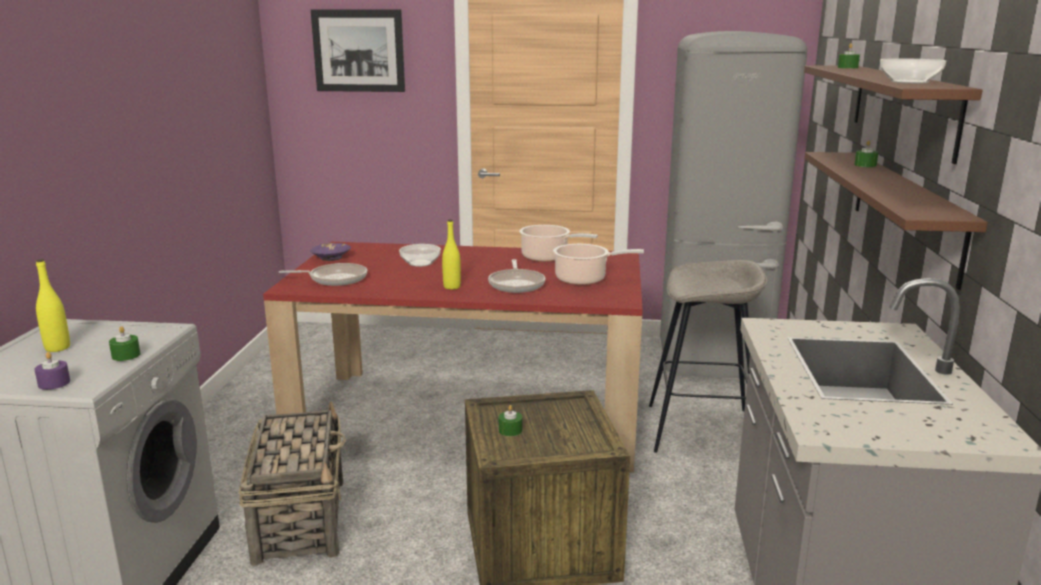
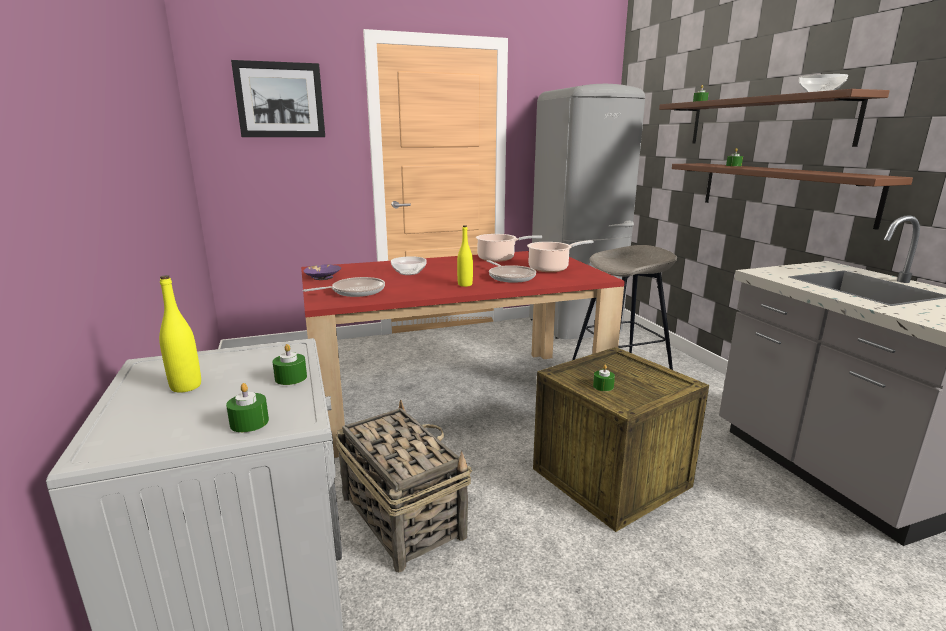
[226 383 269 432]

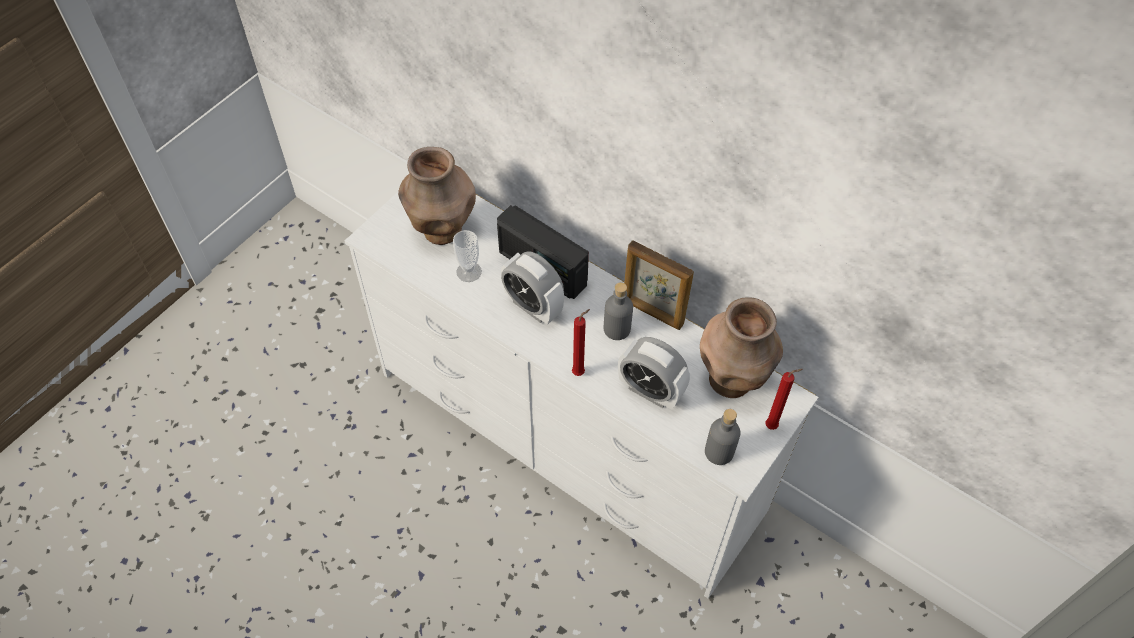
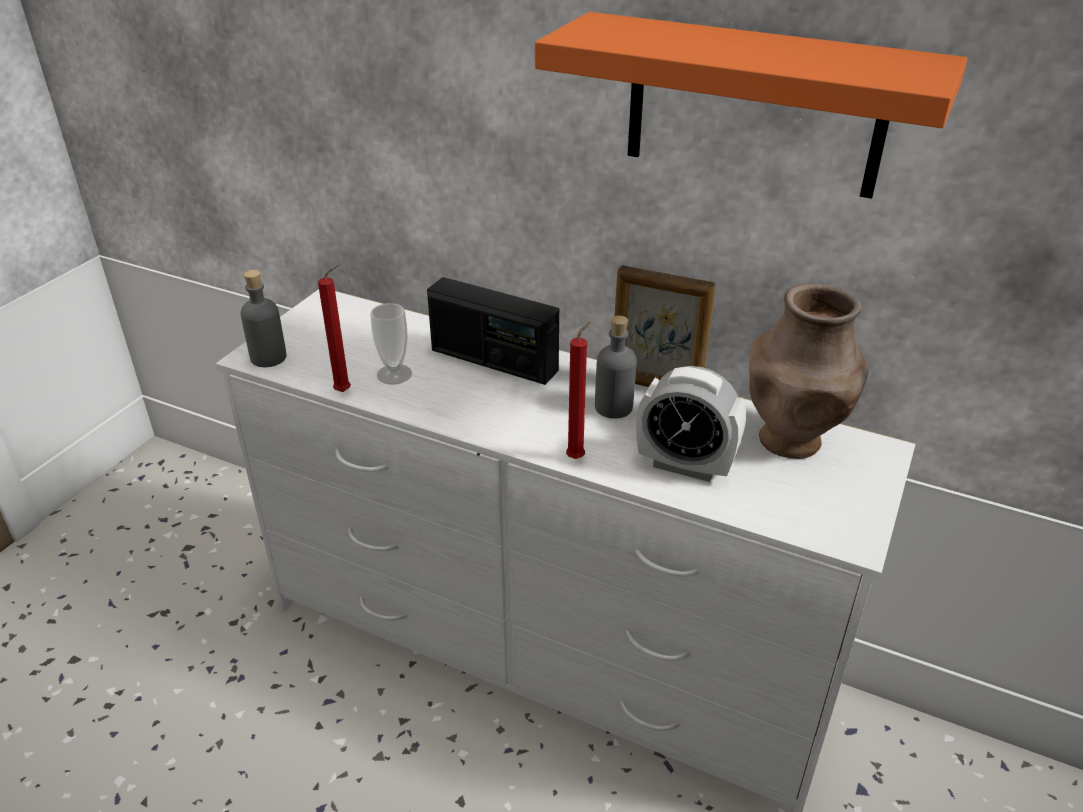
[398 147 476 245] (first image)
[501 251 564 324] (first image)
[241 270 286 367]
[318 264 351 392]
[535 12 968 199]

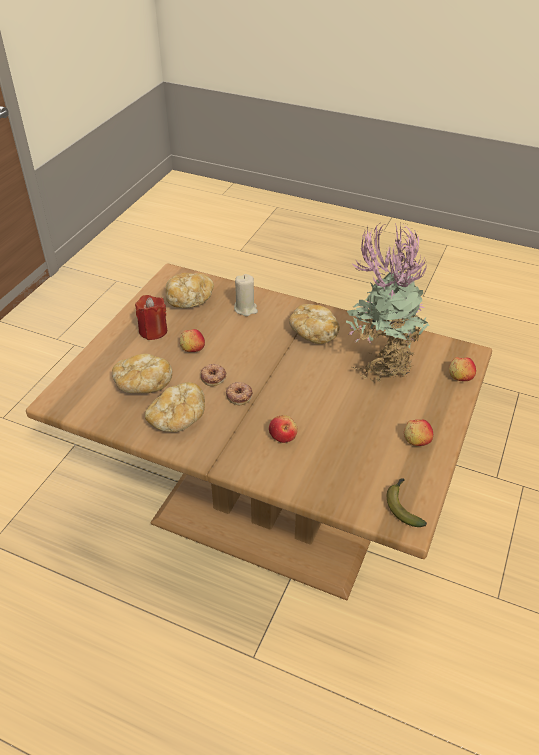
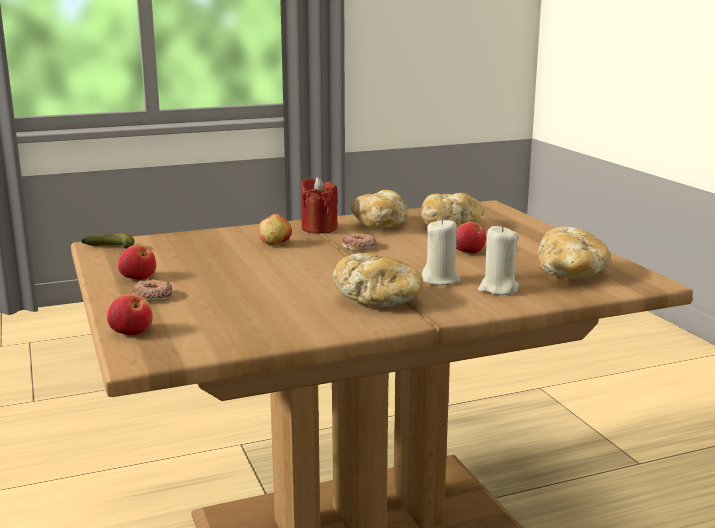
[301 177 338 234]
[133 279 173 302]
[346 223 430 382] (first image)
[422 218 461 285]

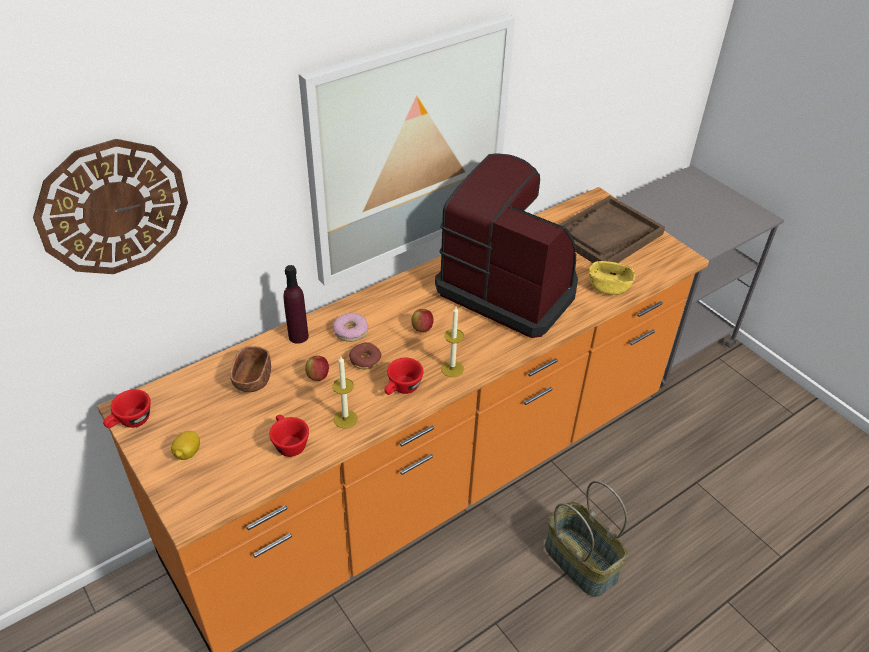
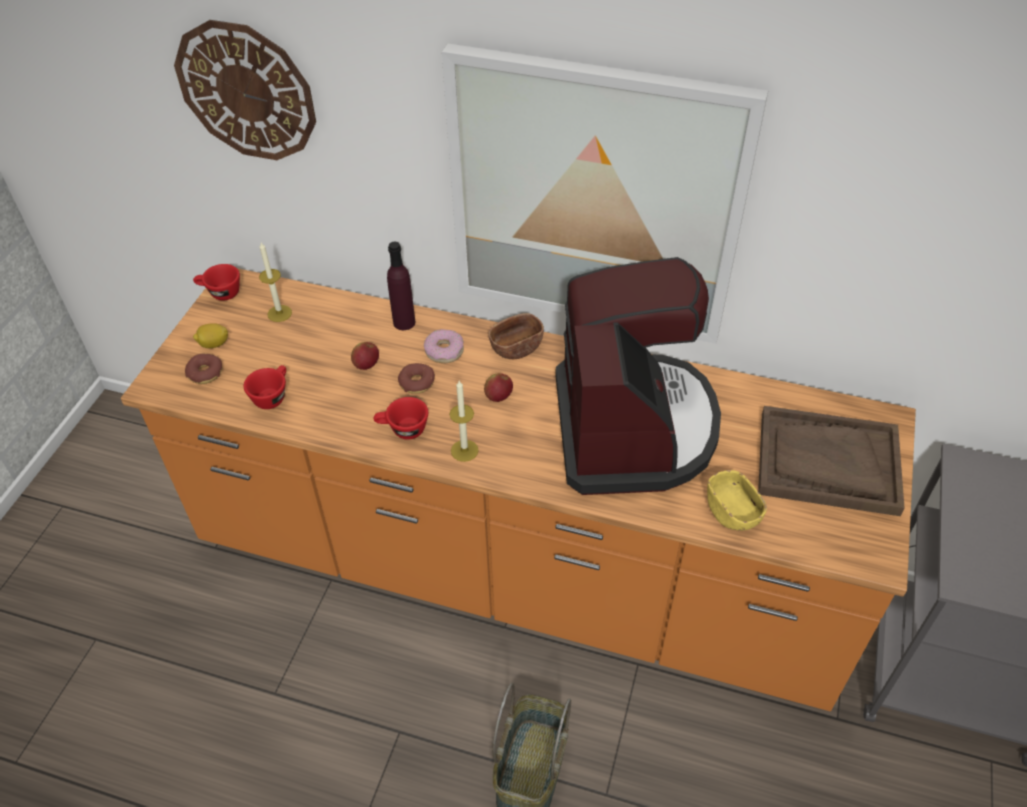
[488 313 544 359]
[259 243 292 322]
[185 354 222 384]

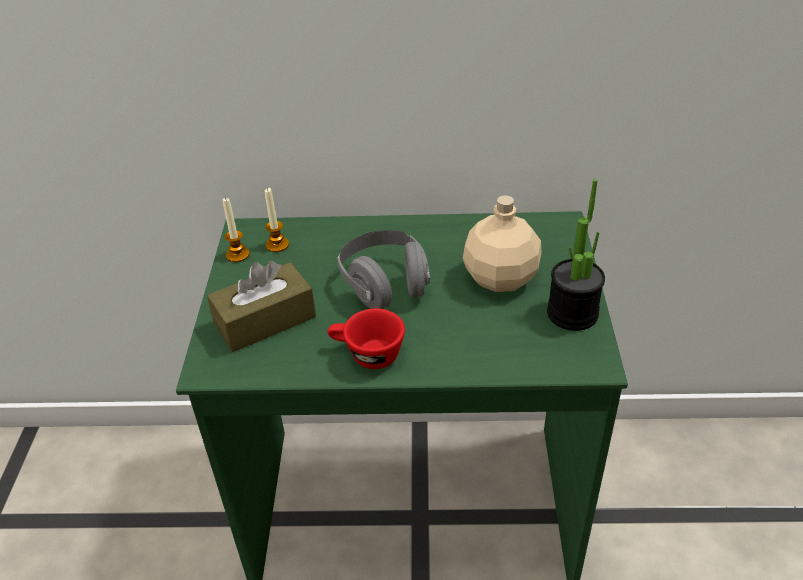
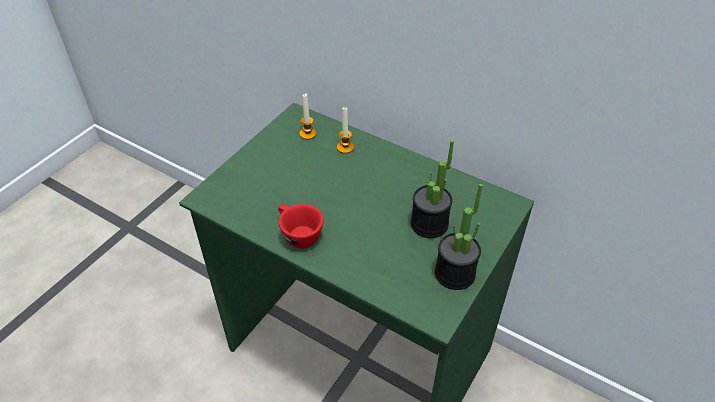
[207 260 316 352] (first image)
[337 107 354 154]
[337 230 430 309] (first image)
[411 140 454 238]

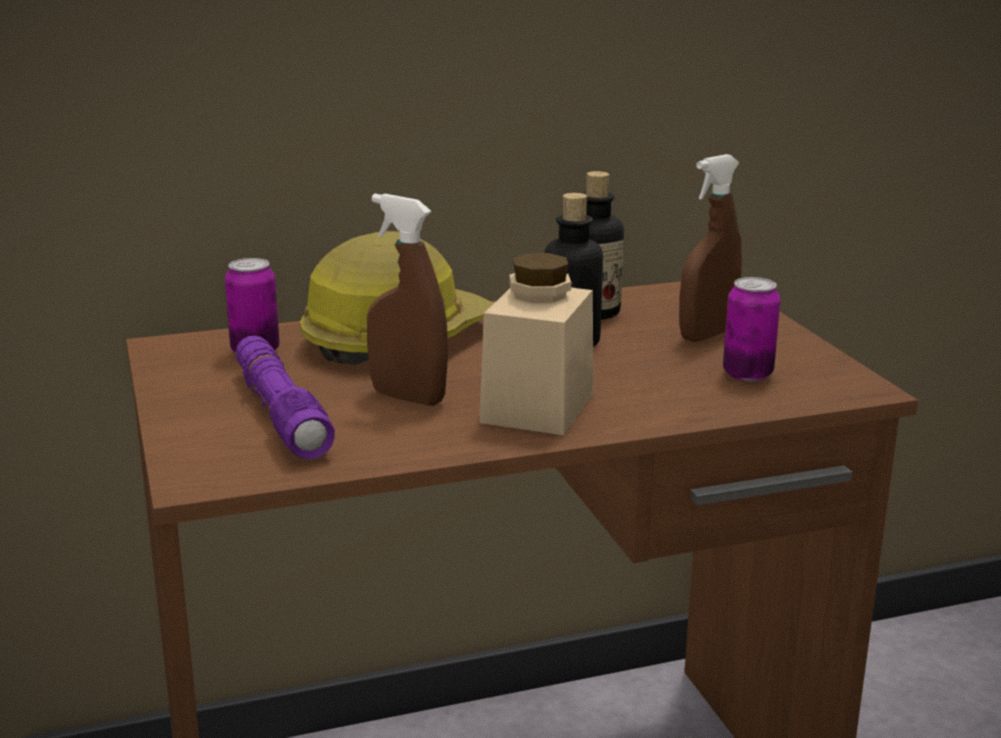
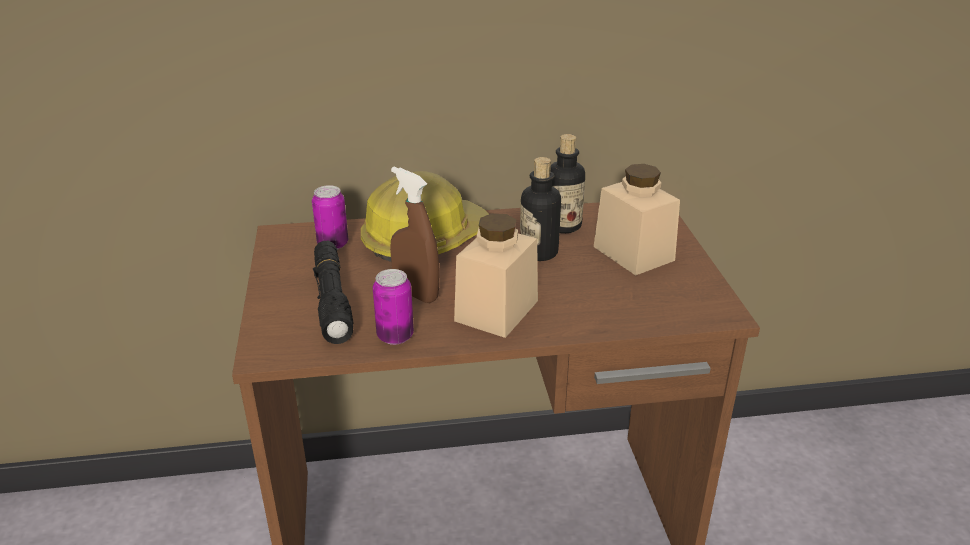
[313 241 354 344]
[594 164 680 276]
[373 269 414 345]

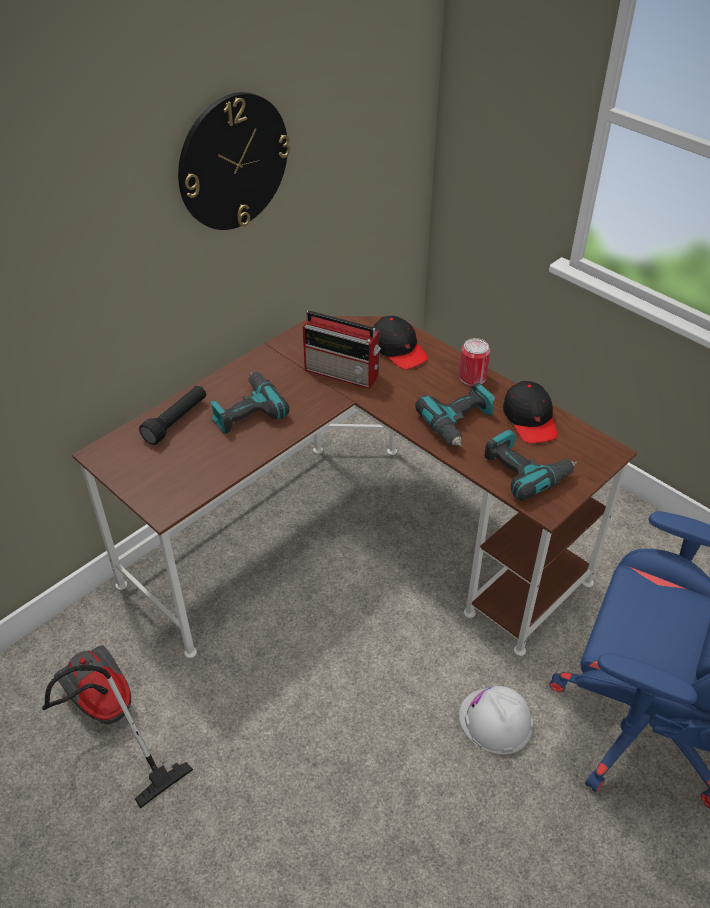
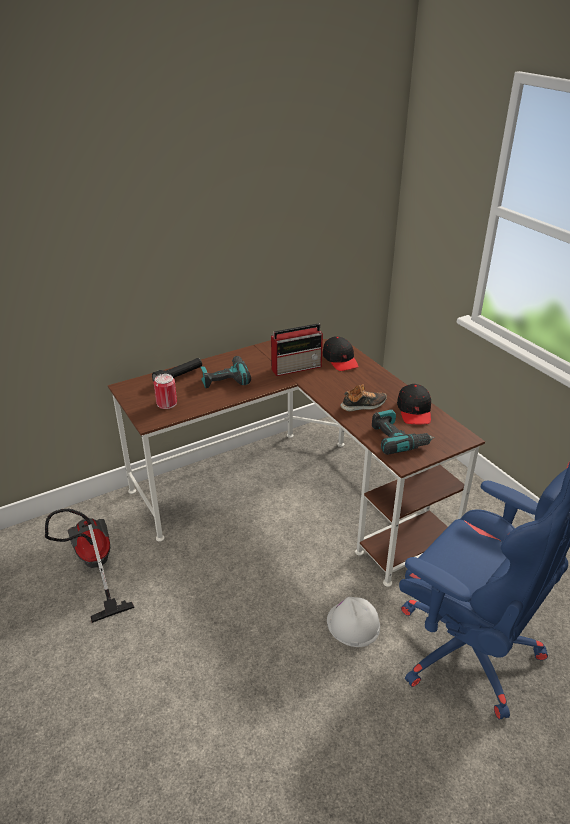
[178 92 290 230] (first image)
[271 323 323 376]
[340 384 387 411]
[154 374 177 409]

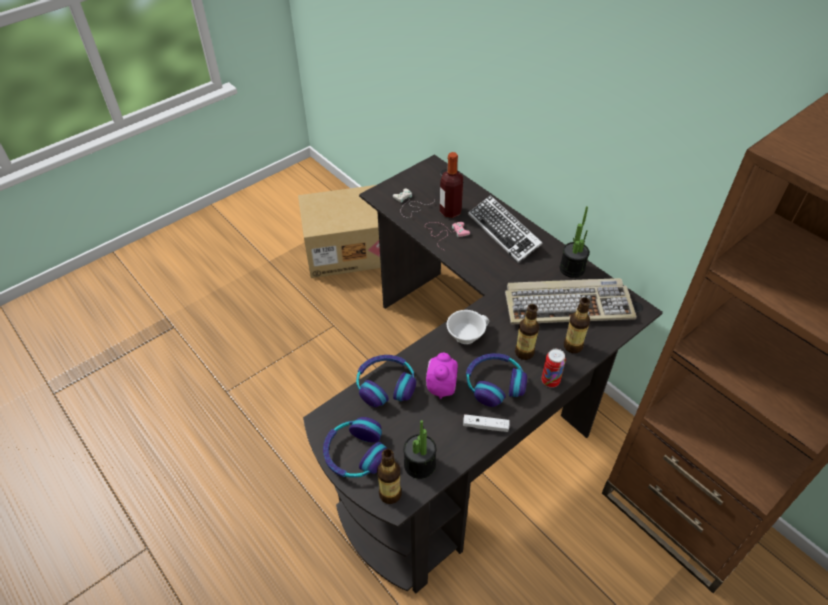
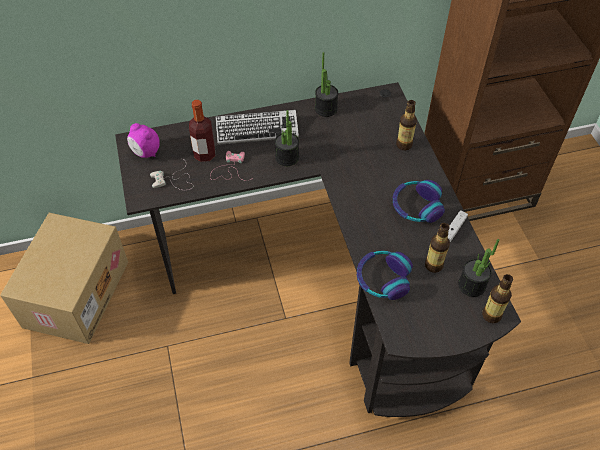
[323 417 387 478] (first image)
[127 123 160 158]
[447 310 489 344] (first image)
[505 278 637 325] (first image)
[425 223 450 273]
[541 349 566 388] (first image)
[275 110 299 166]

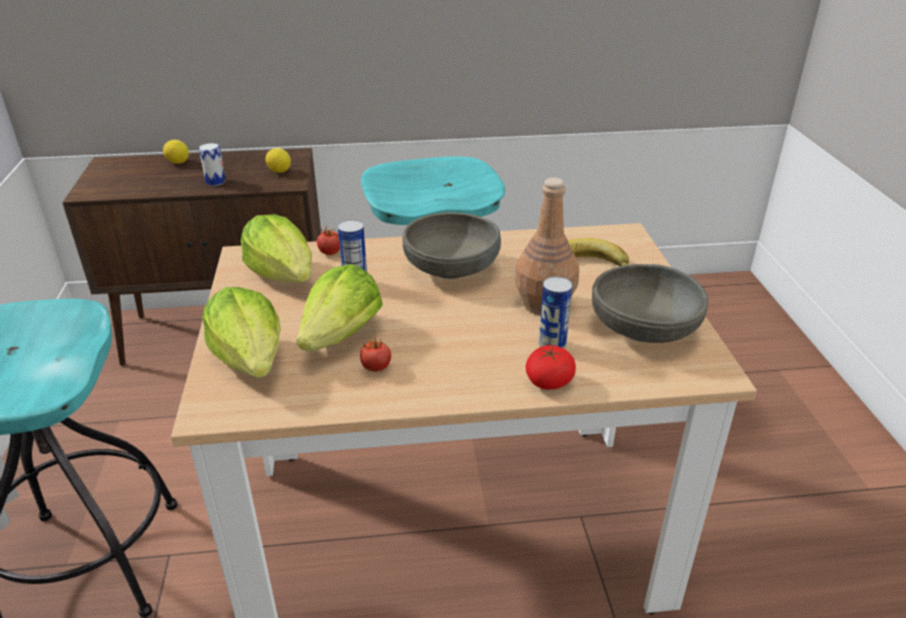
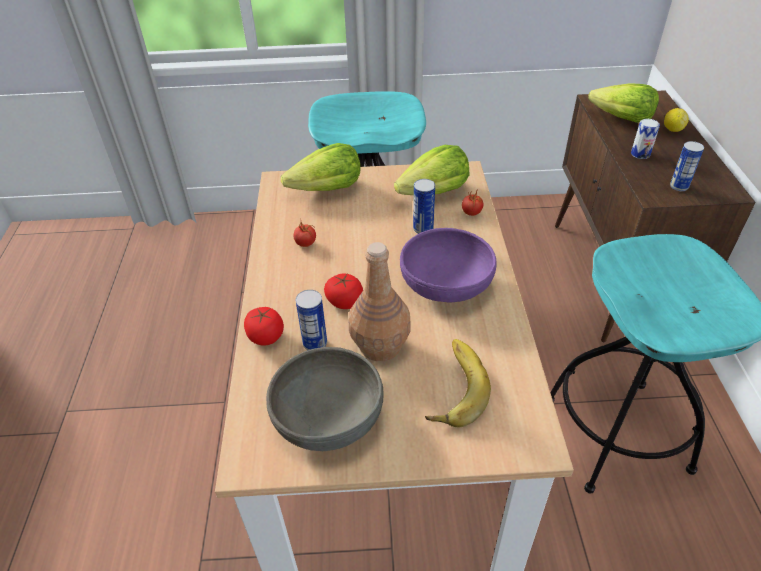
[670 141 704 191]
[588 83 659 123]
[400 228 497 303]
[324 274 363 309]

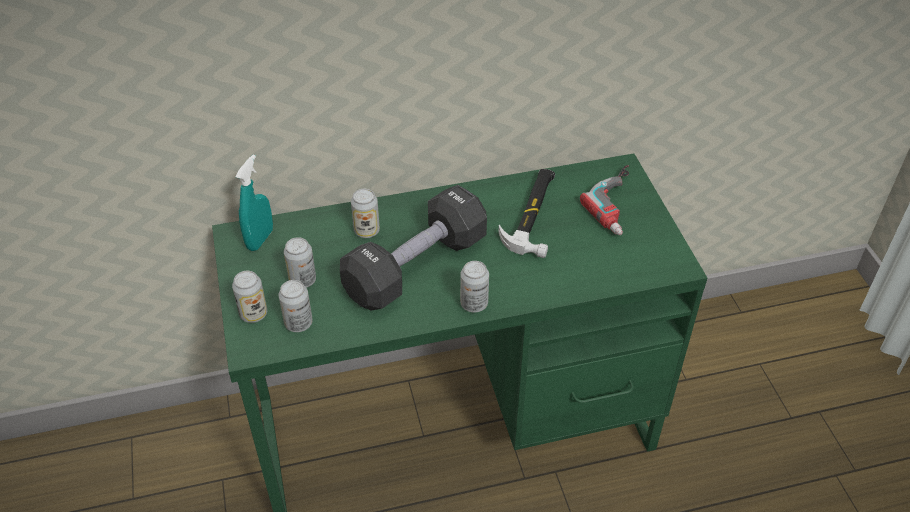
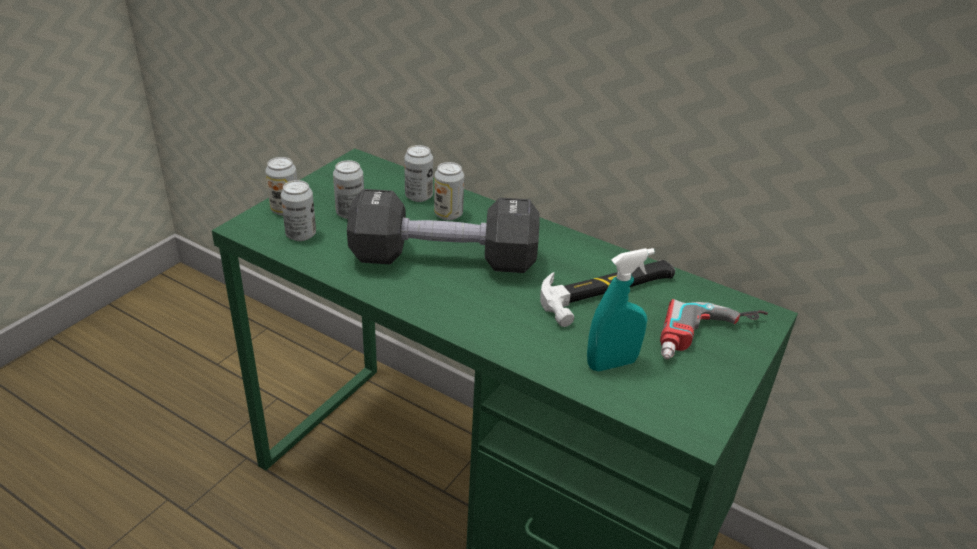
[587 248 655 371]
[404 145 433 202]

